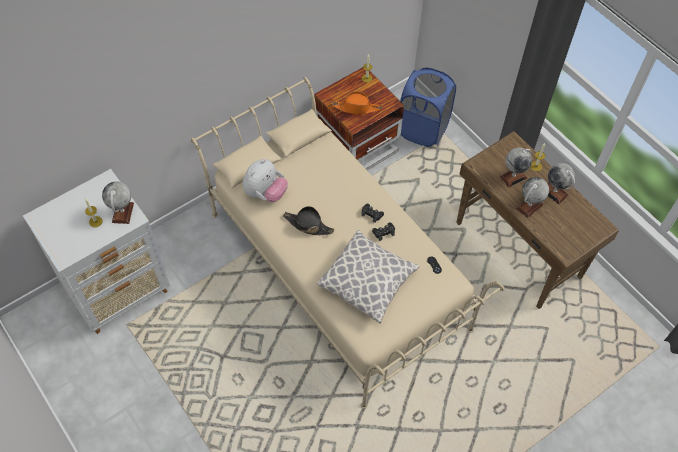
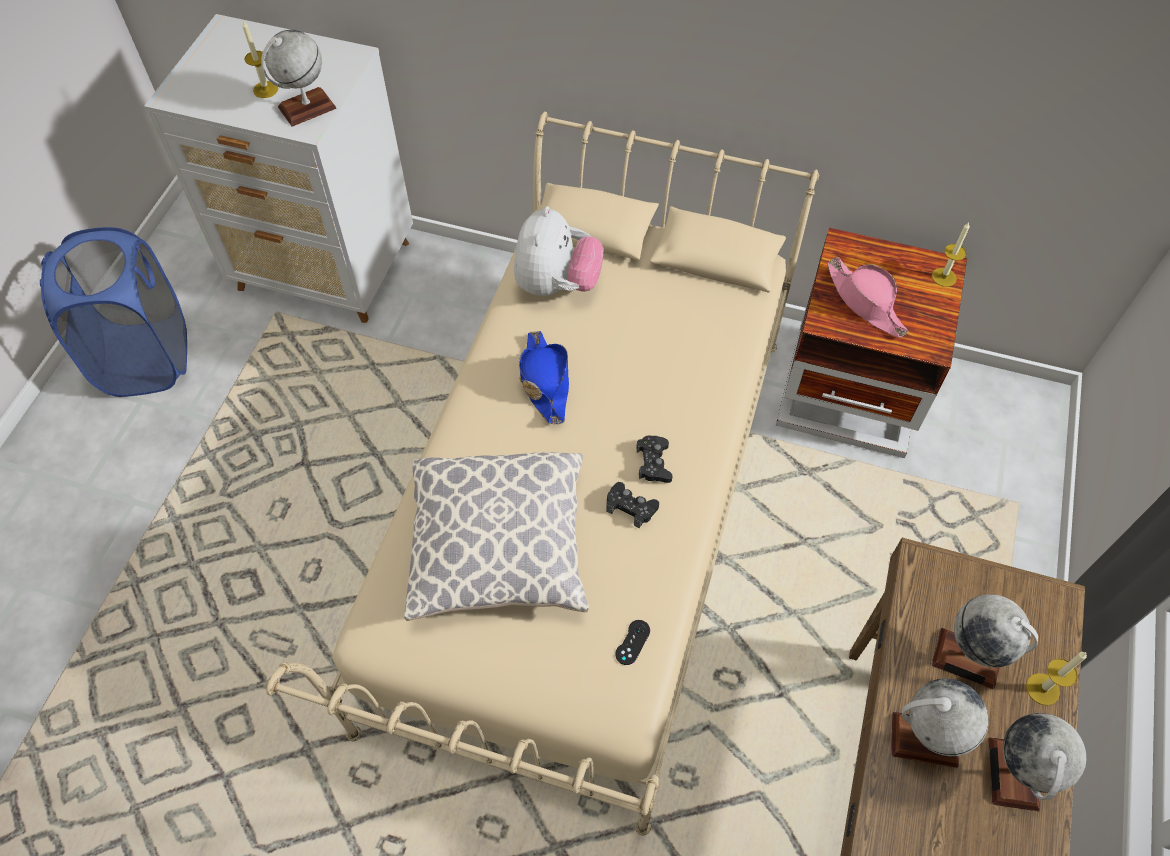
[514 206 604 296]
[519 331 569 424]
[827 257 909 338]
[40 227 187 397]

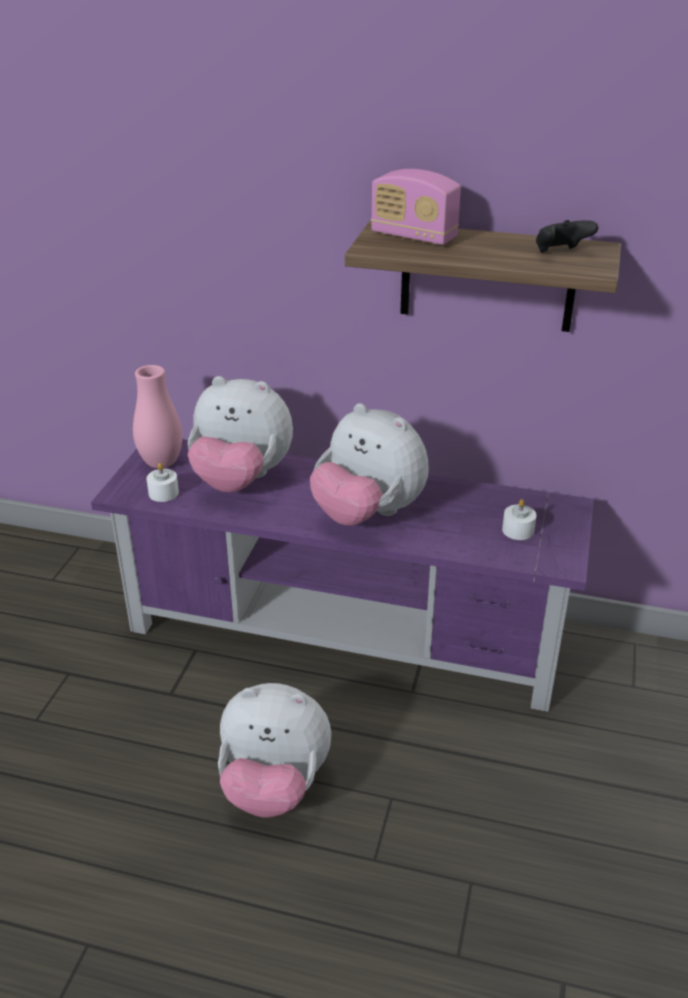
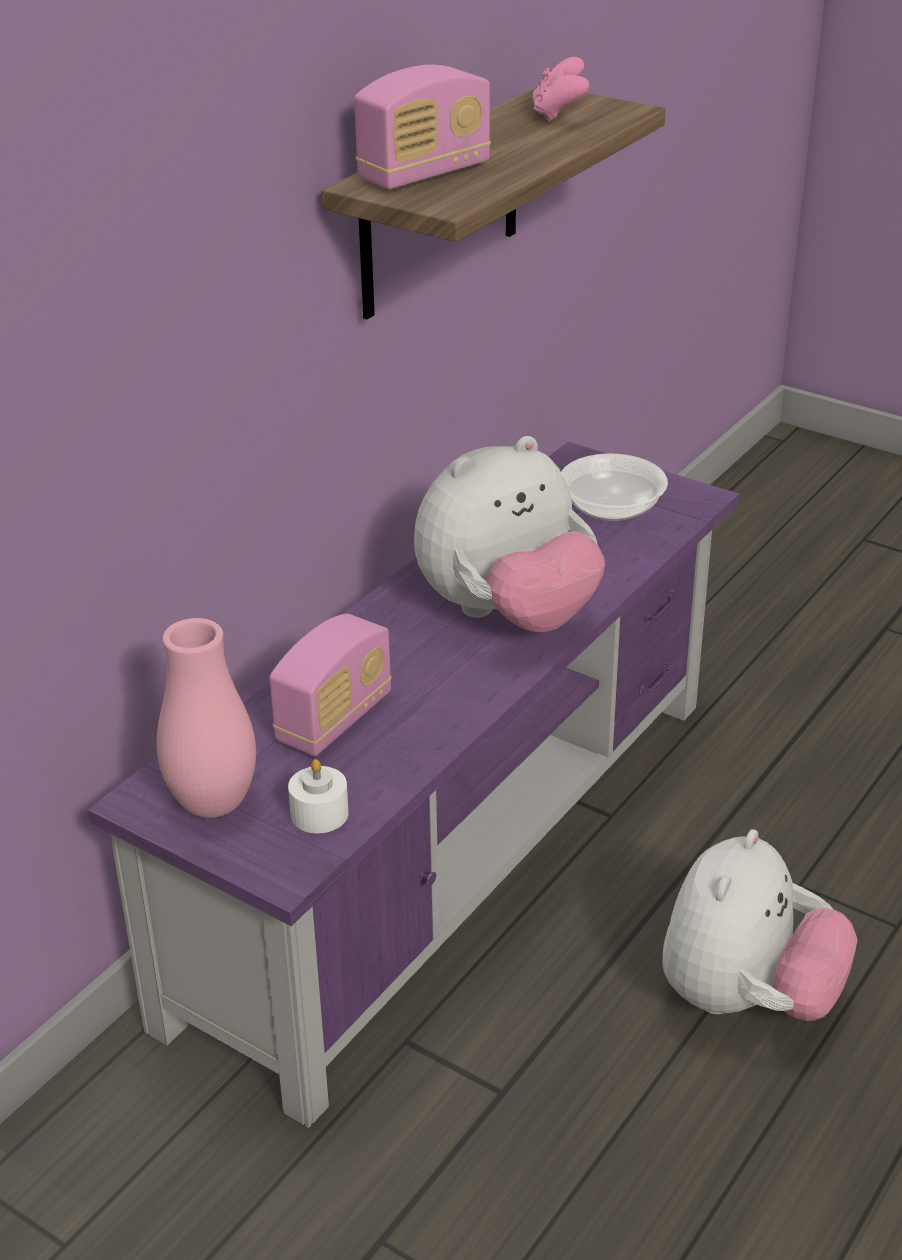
[269 614 392 756]
[561 454 668 521]
[532 57 589 122]

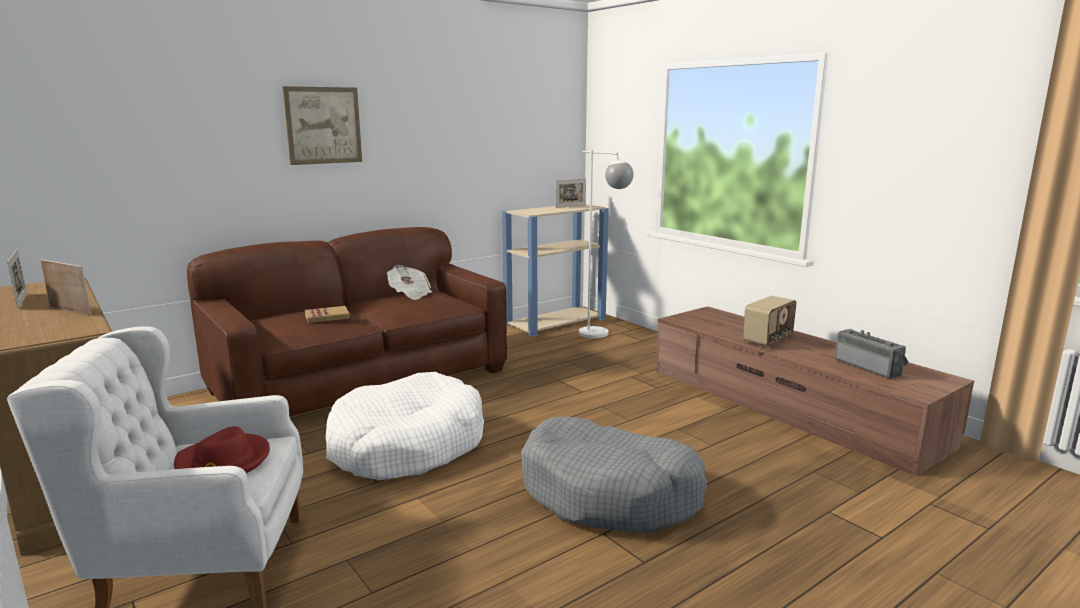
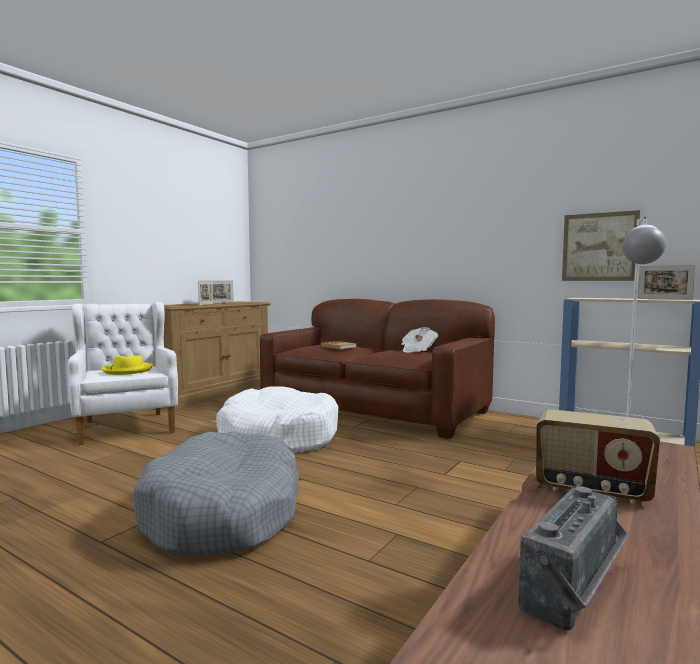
[102 355 153 375]
[562 210 640 281]

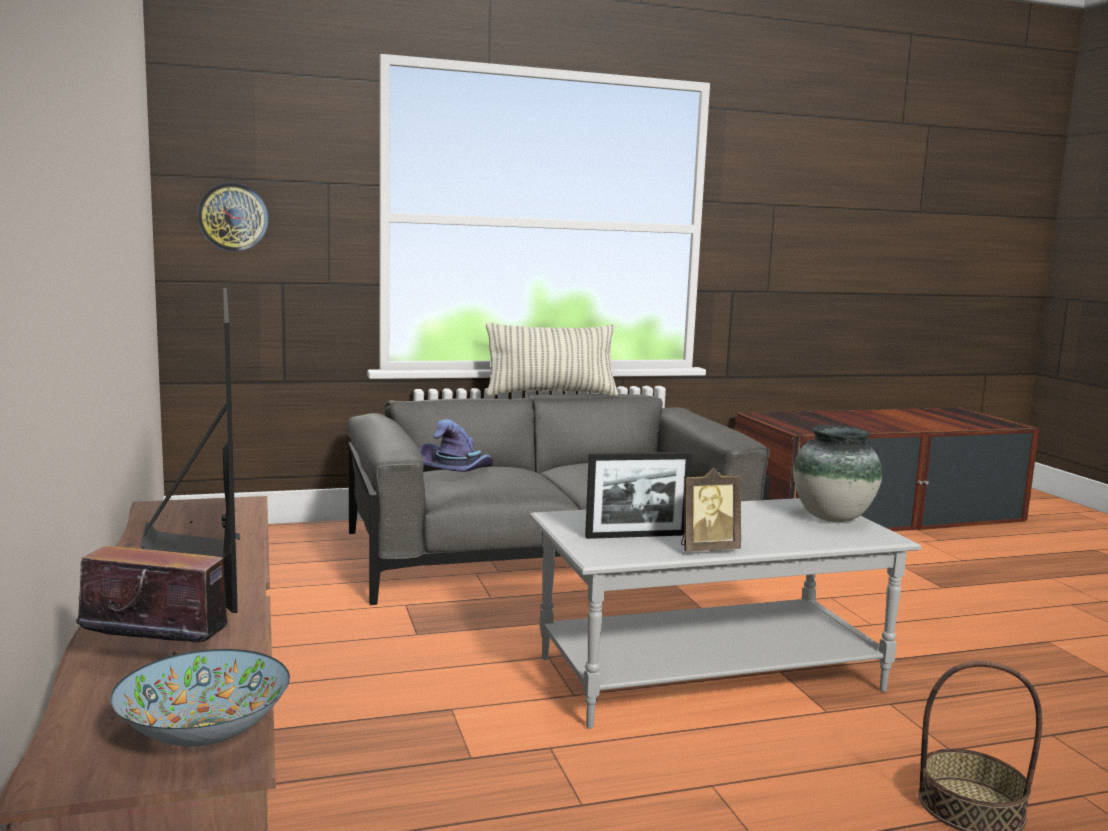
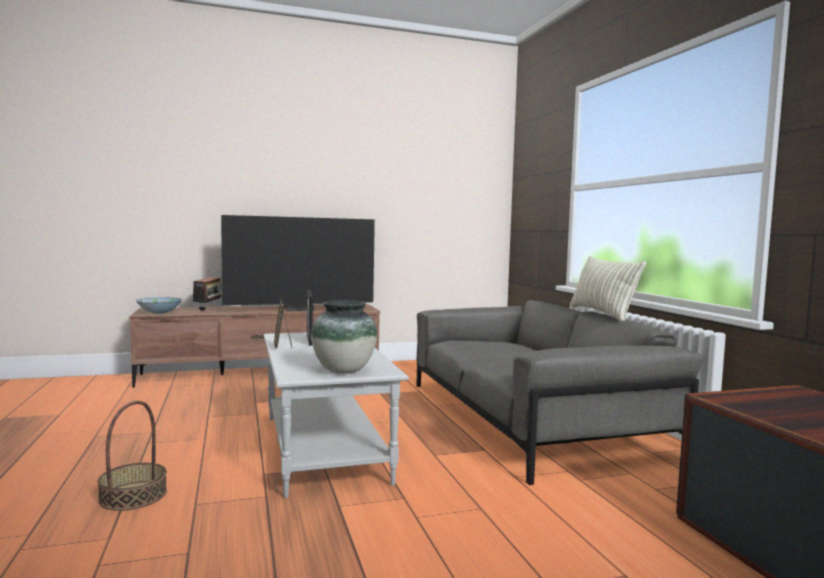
[197 182 269 252] (first image)
[419 419 493 472] (first image)

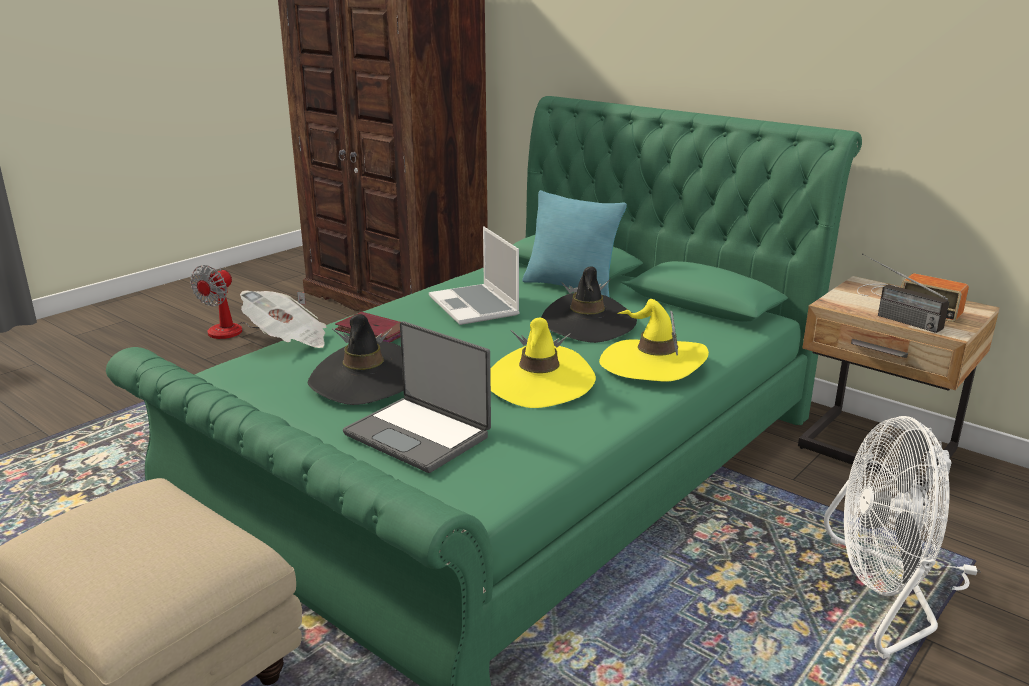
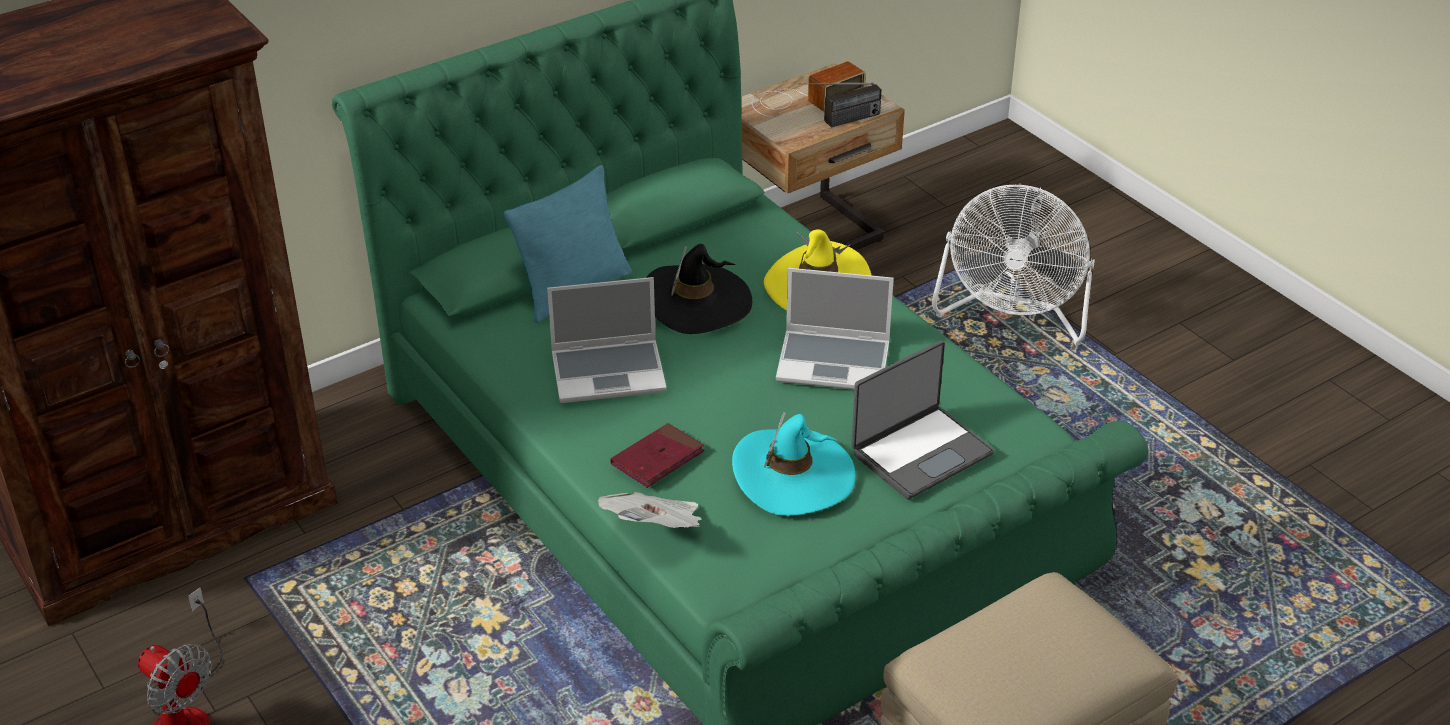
[732 412 855 516]
[776 268 894 390]

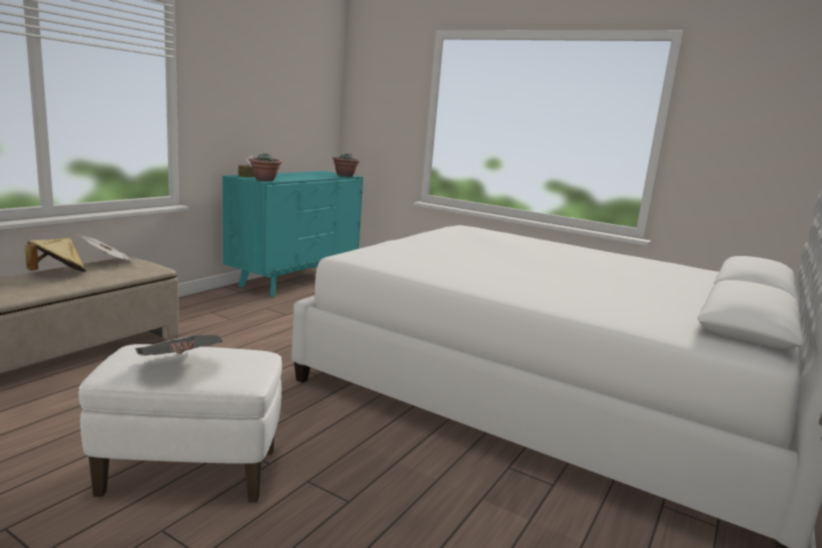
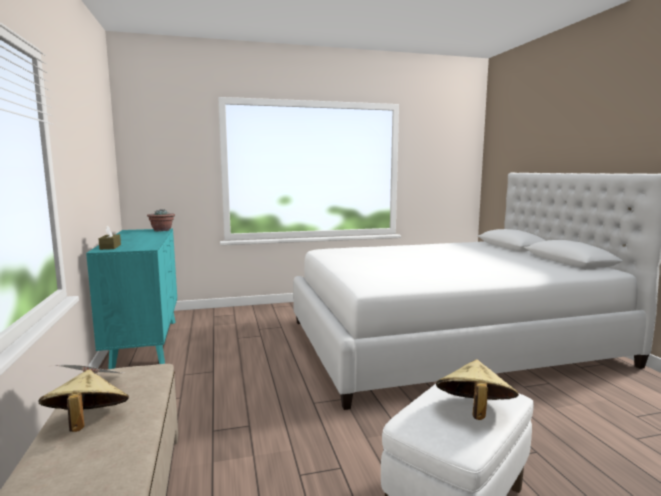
[436 359 519 420]
[249 154 282 181] (first image)

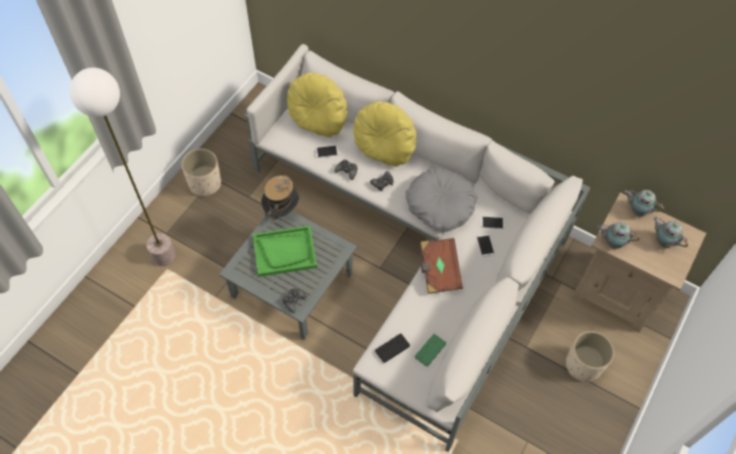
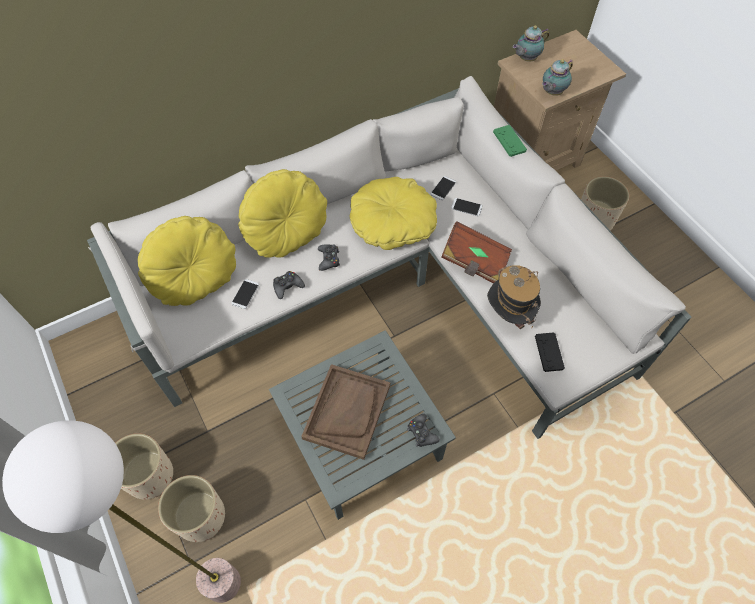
[301 364 390 460]
[487 265 541 329]
[349 177 437 250]
[493 125 527 157]
[653 217 688 248] (first image)
[158 475 225 542]

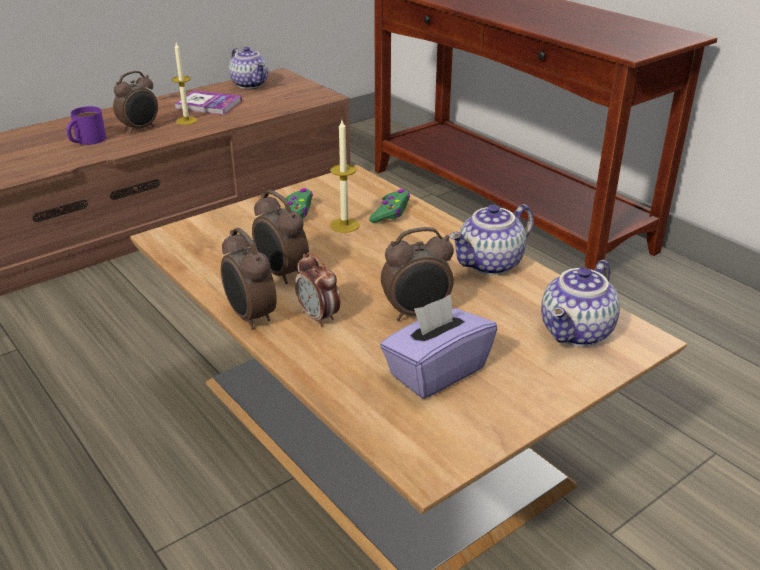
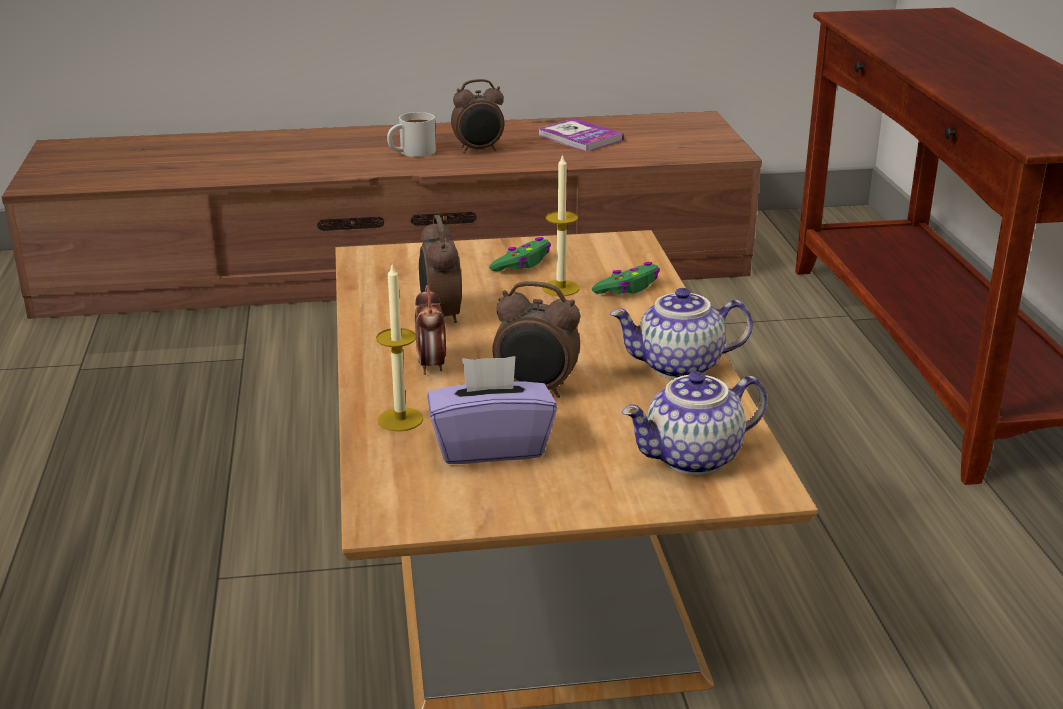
[387 112 436 157]
[376 264 423 431]
[221 228 277 330] (first image)
[229 47 268 89] (first image)

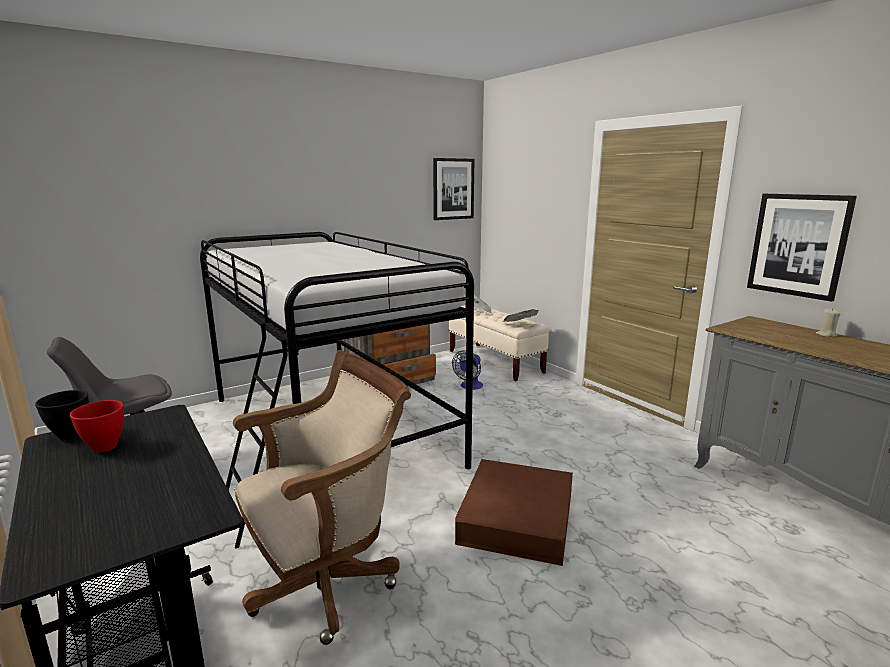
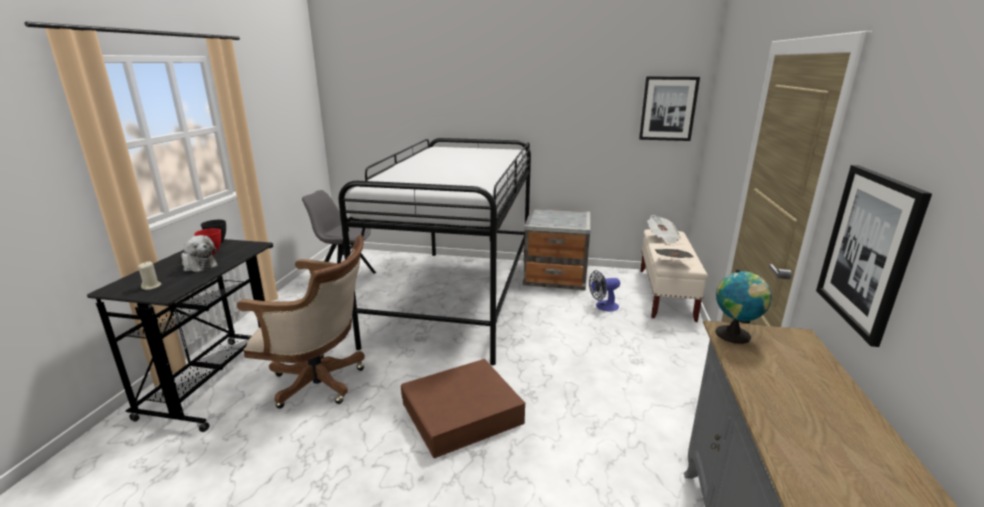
[138 262 161 290]
[181 235 218 272]
[715 269 772 344]

